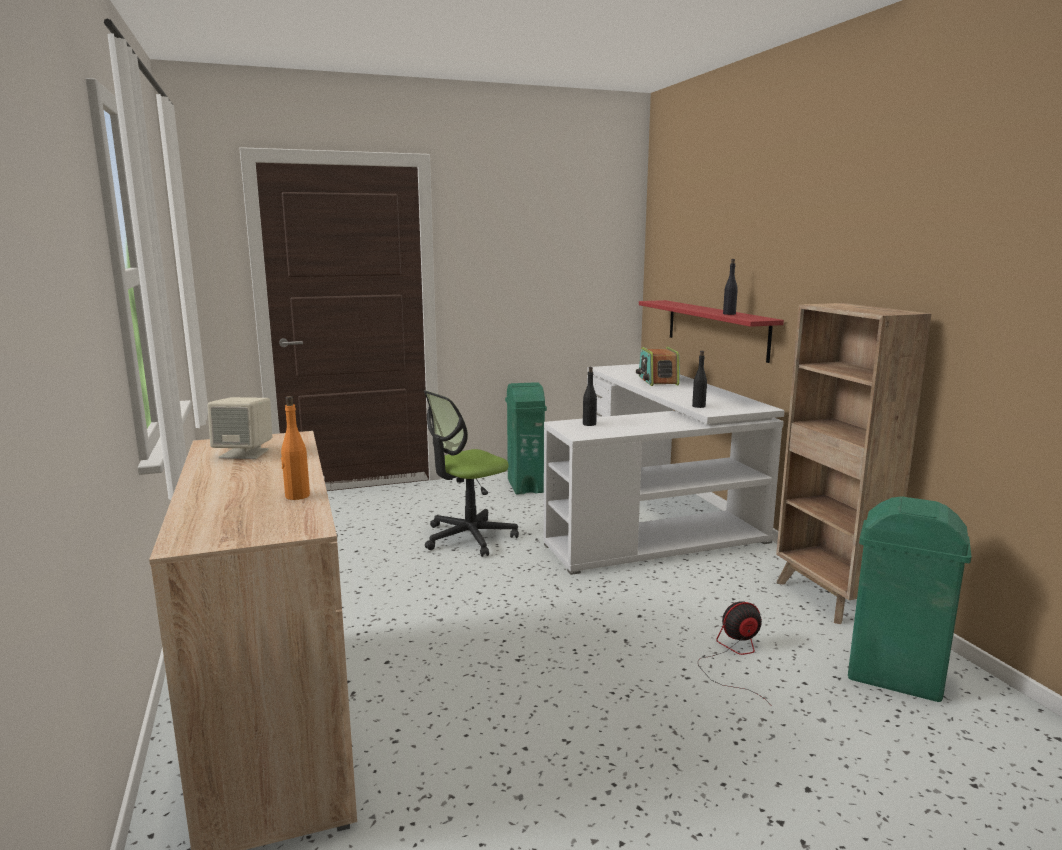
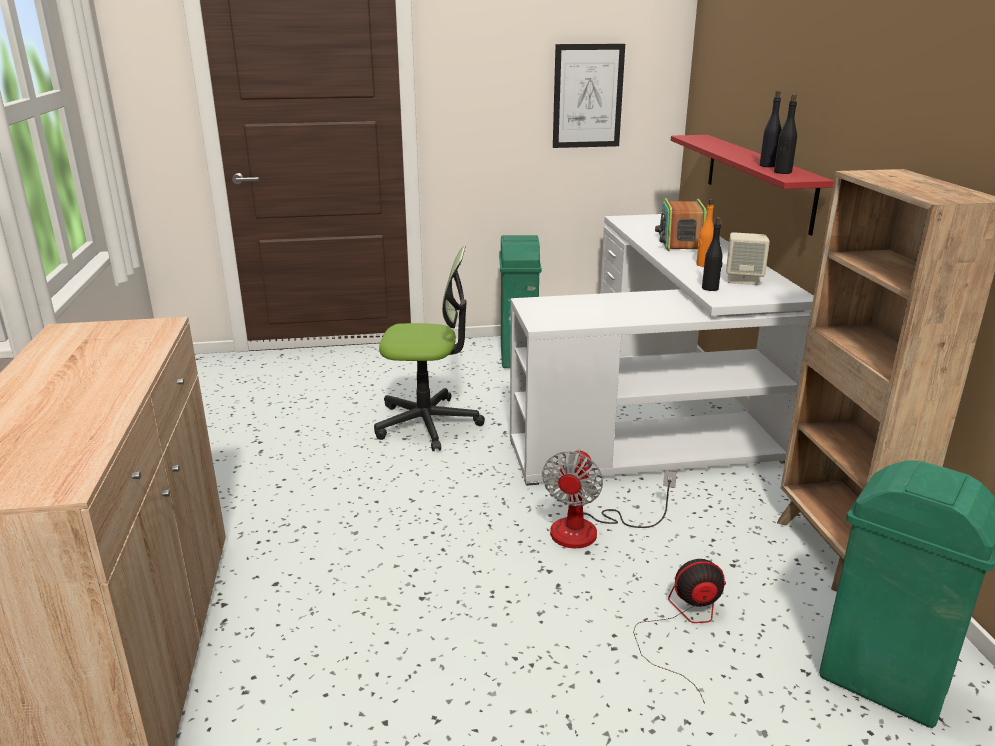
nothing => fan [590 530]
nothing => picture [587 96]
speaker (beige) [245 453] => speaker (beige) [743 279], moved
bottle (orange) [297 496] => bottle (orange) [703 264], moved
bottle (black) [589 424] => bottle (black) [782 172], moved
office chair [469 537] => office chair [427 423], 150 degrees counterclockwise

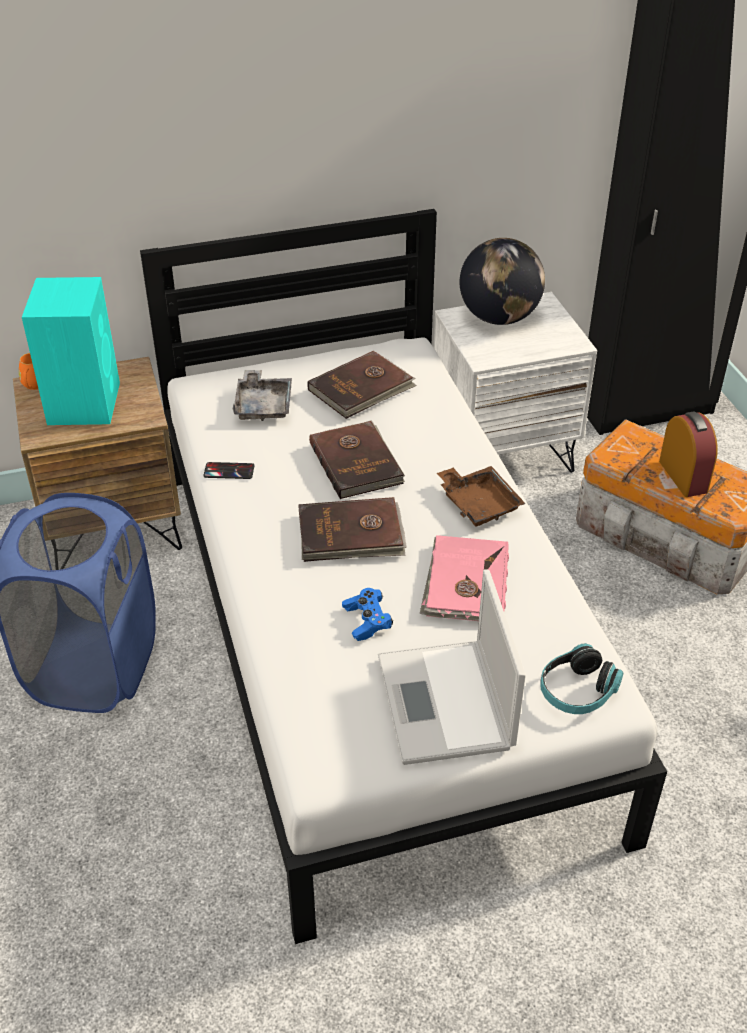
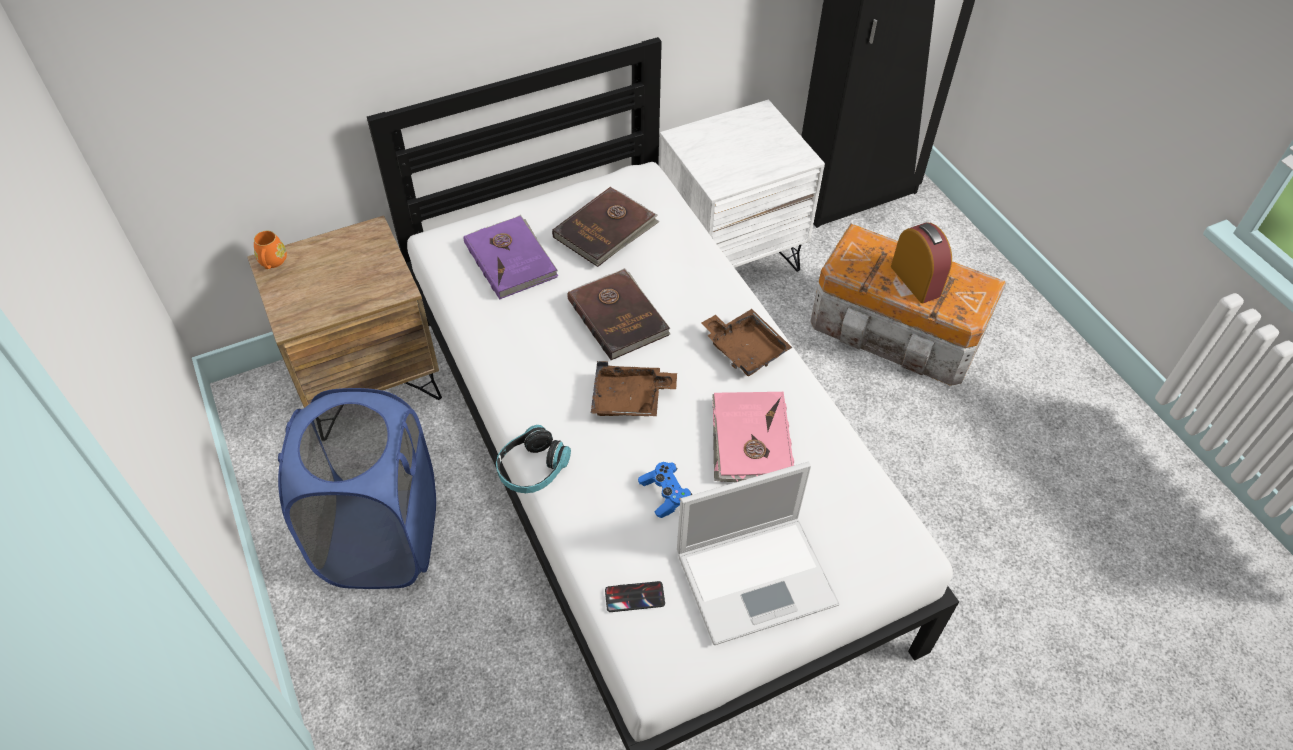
speaker (turquoise) [84 402] => nothing
globe [499 318] => nothing
phone [229 471] => phone [634 597], moved
headphones [577 691] => headphones [532 468], moved
tray (grey) [263 405] => book (purple) [511 259]
book (brown) [351 535] => tray (brown) [630 399]
laptop [446 704] => laptop [758 577], 90 degrees counterclockwise

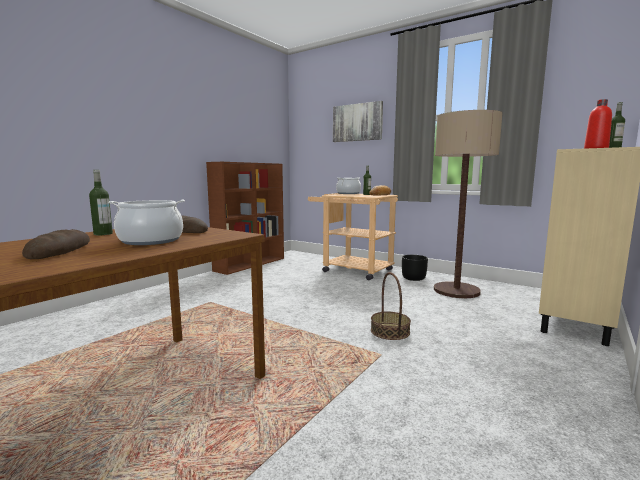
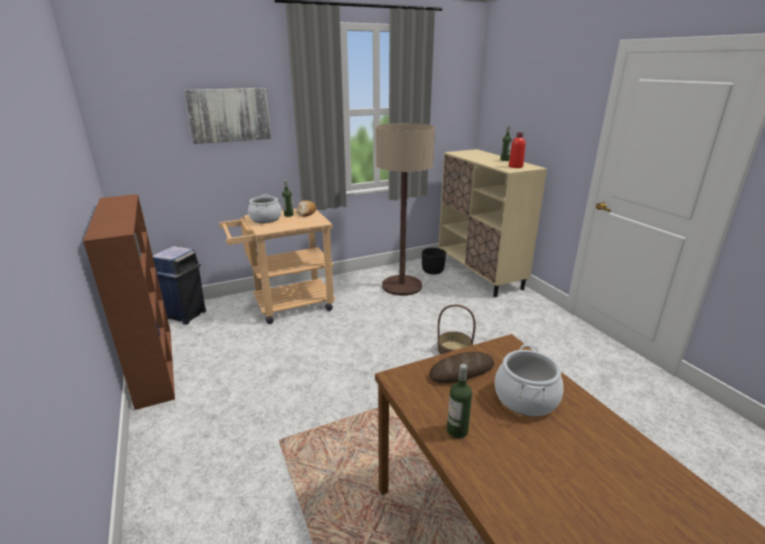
bread [59 250] => nothing
nothing => trash can (blue) [185 314]
planter (black) [414 278] => planter (black) [433 271], moved

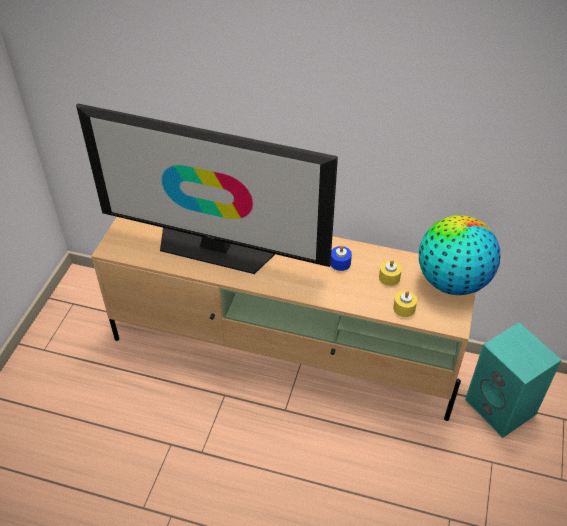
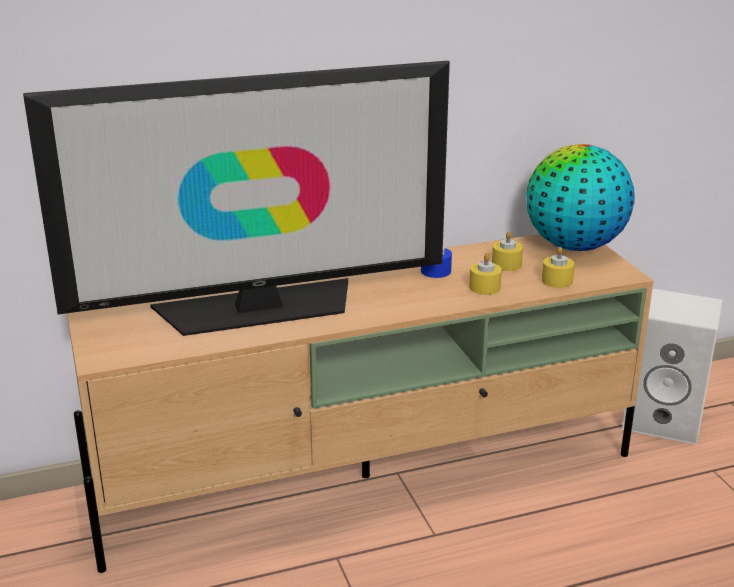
nothing => candle (yellow) [484 287]
speaker (turquoise) [502 407] => speaker (white) [665 419]

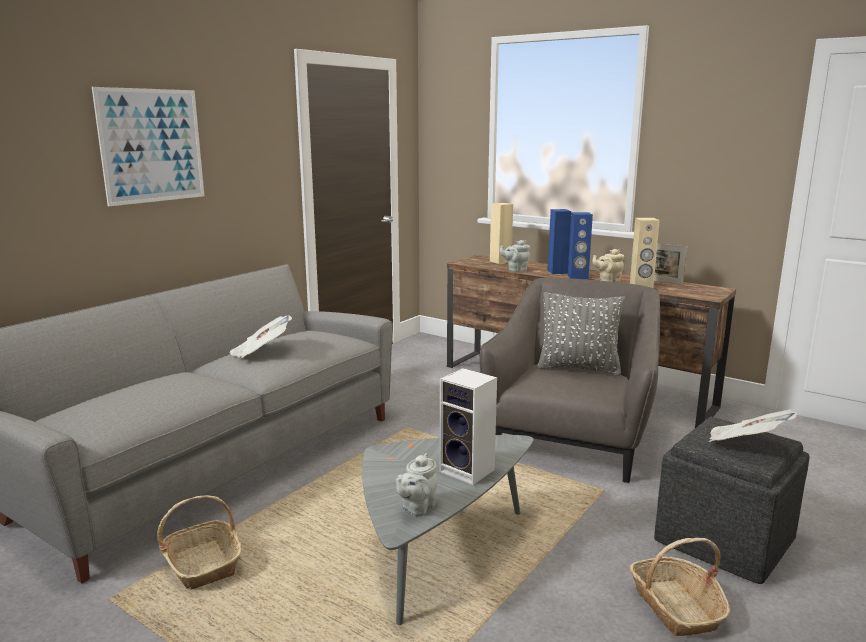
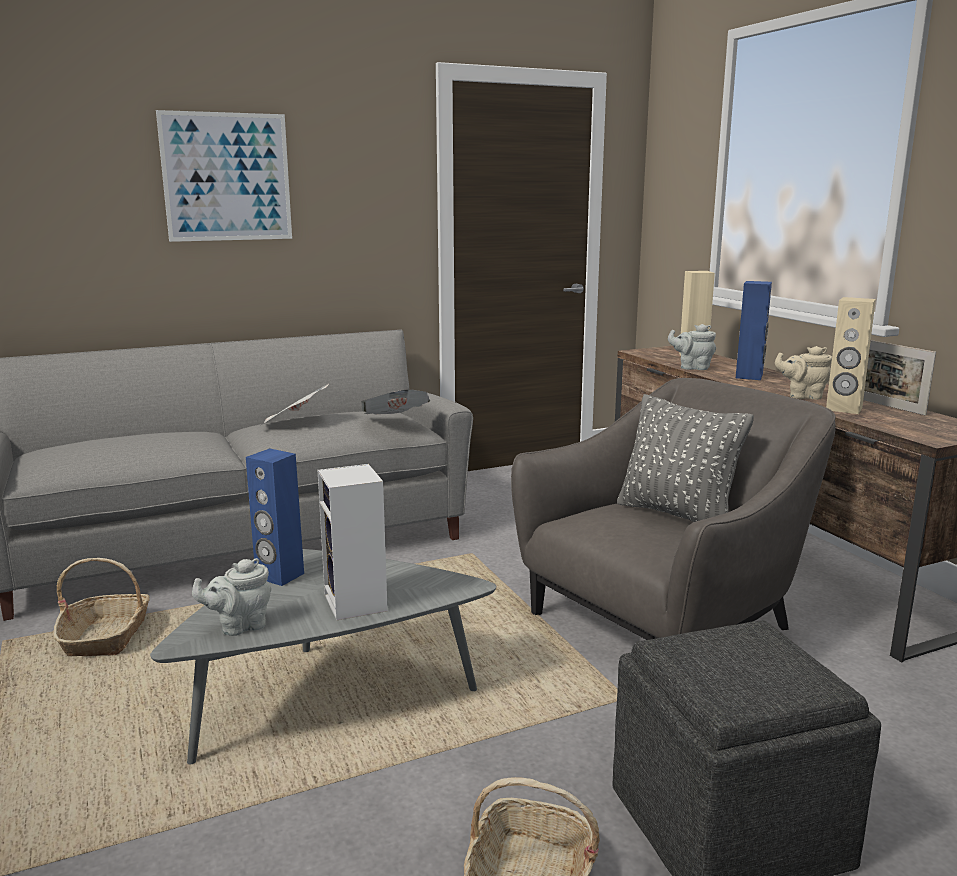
speaker (blue) [578 277] => speaker (blue) [279 576], moved
newspaper [745 445] => newspaper [395 422], moved

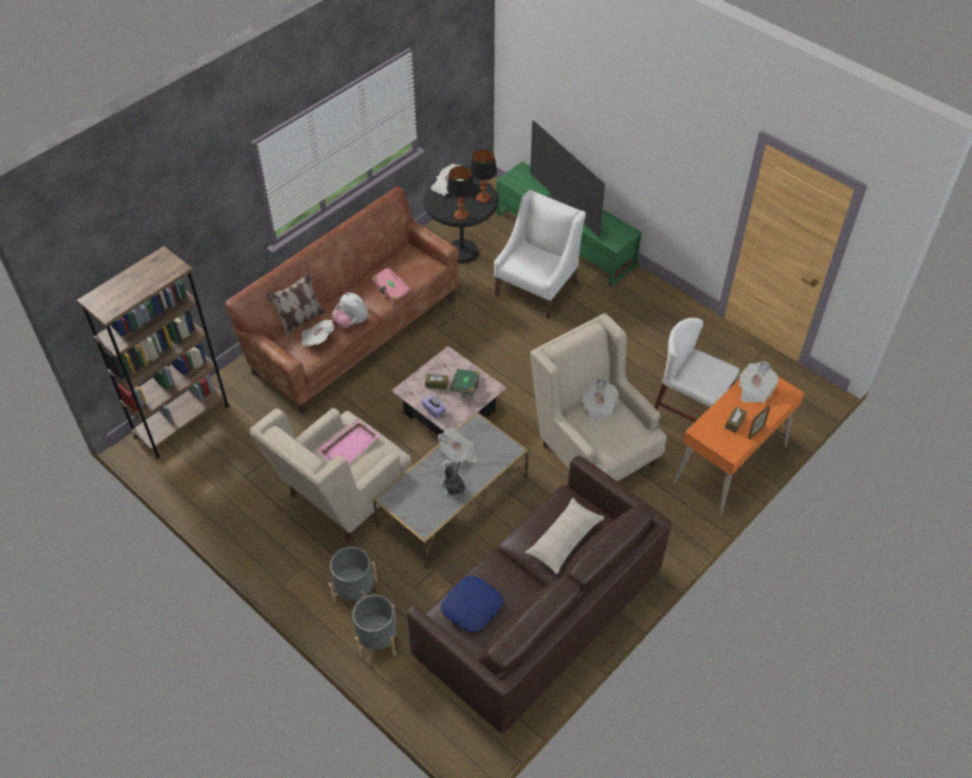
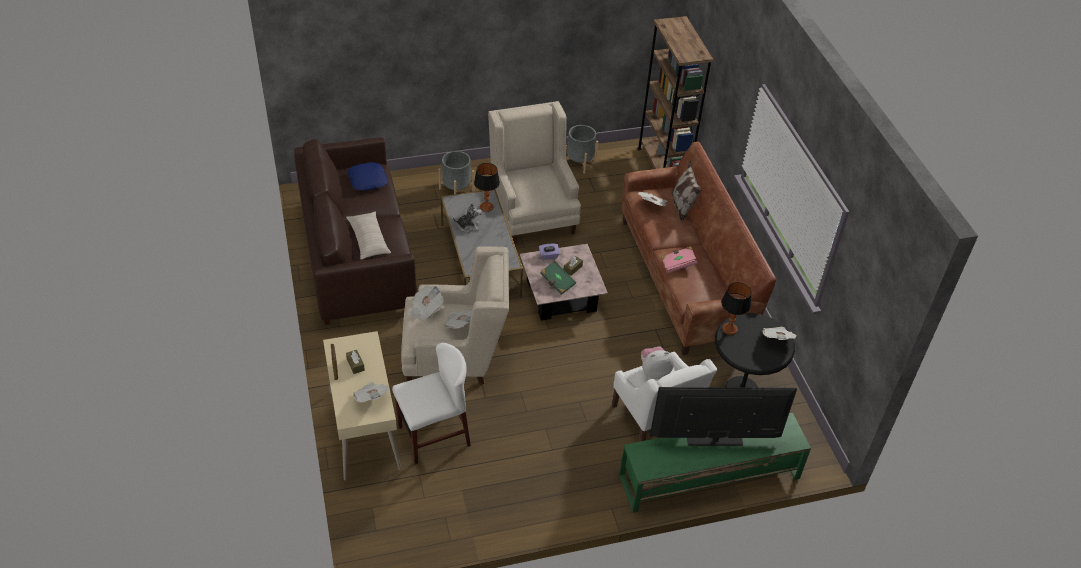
tray (pink) [350 445] => nothing
plush toy [351 322] => plush toy [654 371], moved
planter (grey) [377 639] => planter (grey) [579 162], moved
newspaper [458 453] => newspaper [425 309], moved
table lamp [483 198] => table lamp [486 207], moved
desk (orange) [730 464] => desk (beige) [364 430]

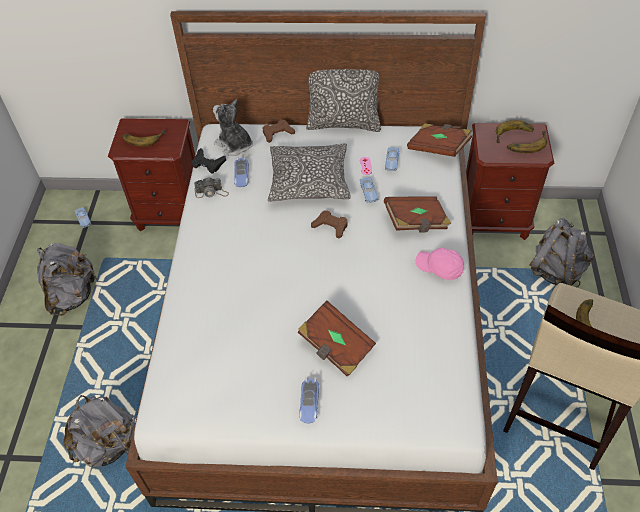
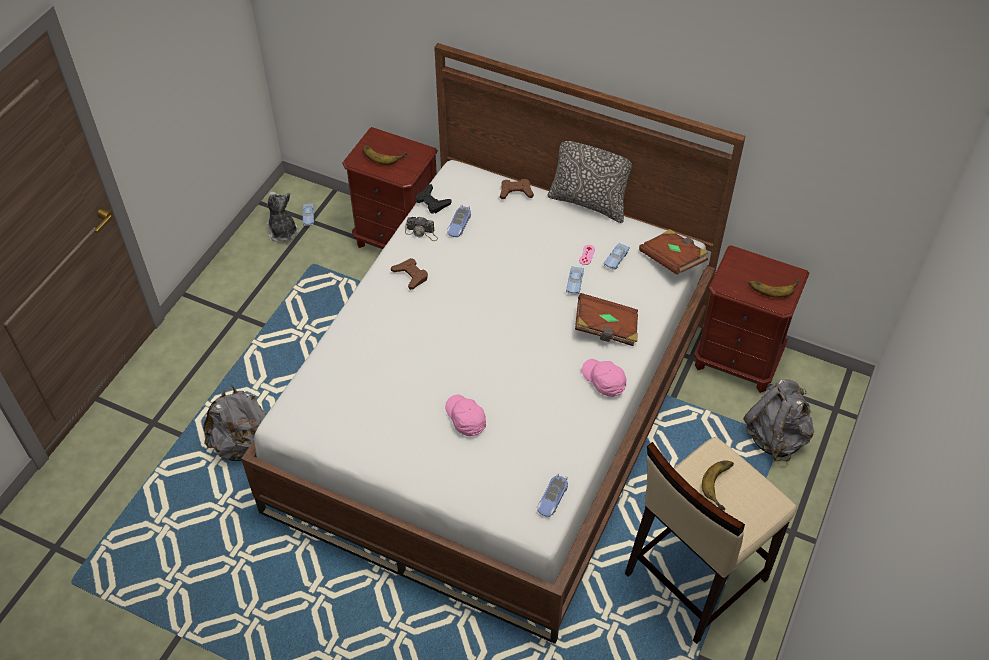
backpack (grey) [72 295] => nothing
pillow [309 181] => nothing
banana [514 136] => nothing
plush toy [234 145] => plush toy [282 231], moved
toy car [309 403] => toy car [552 498], moved
game controller (brown) [330 226] => game controller (brown) [410 275], moved
book (brown) [336 346] => cap (pink) [465 419]

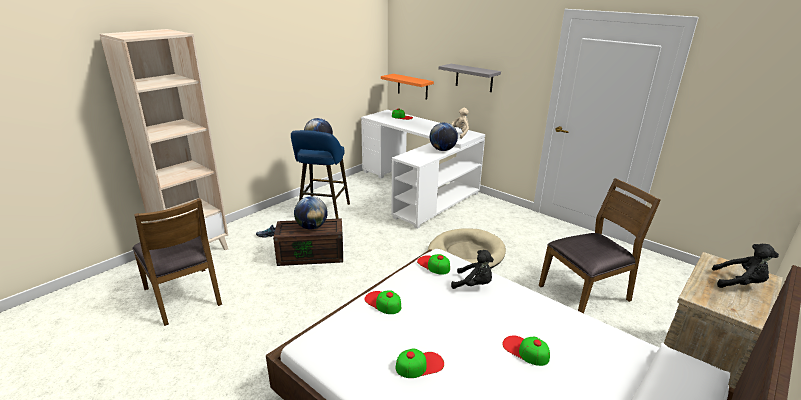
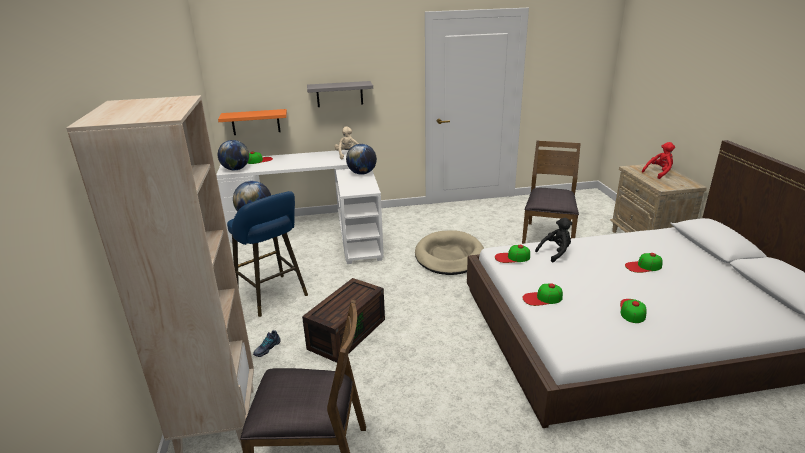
globe [311 227] => globe [235 169], moved
plush toy (black) [739 283] => plush toy (red) [659 173]

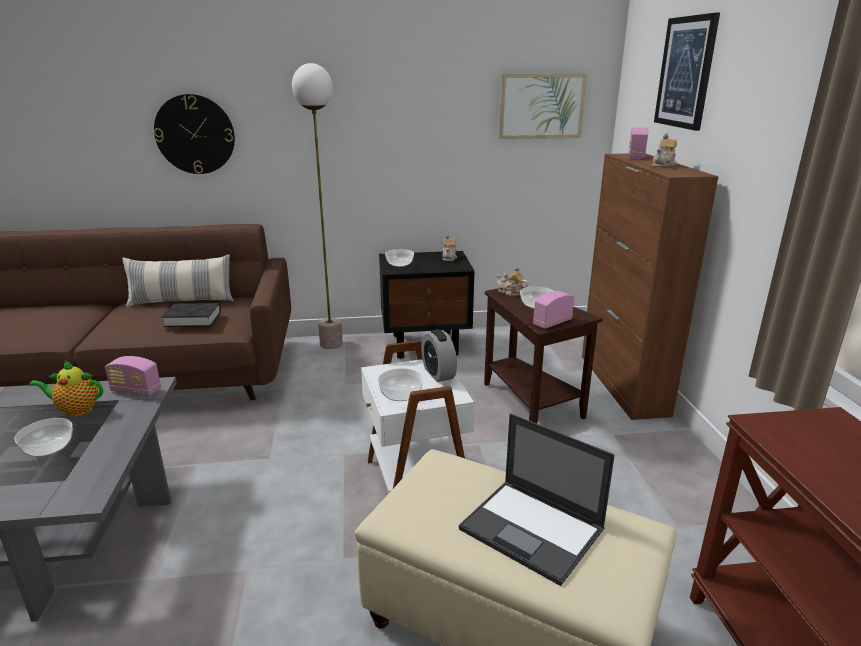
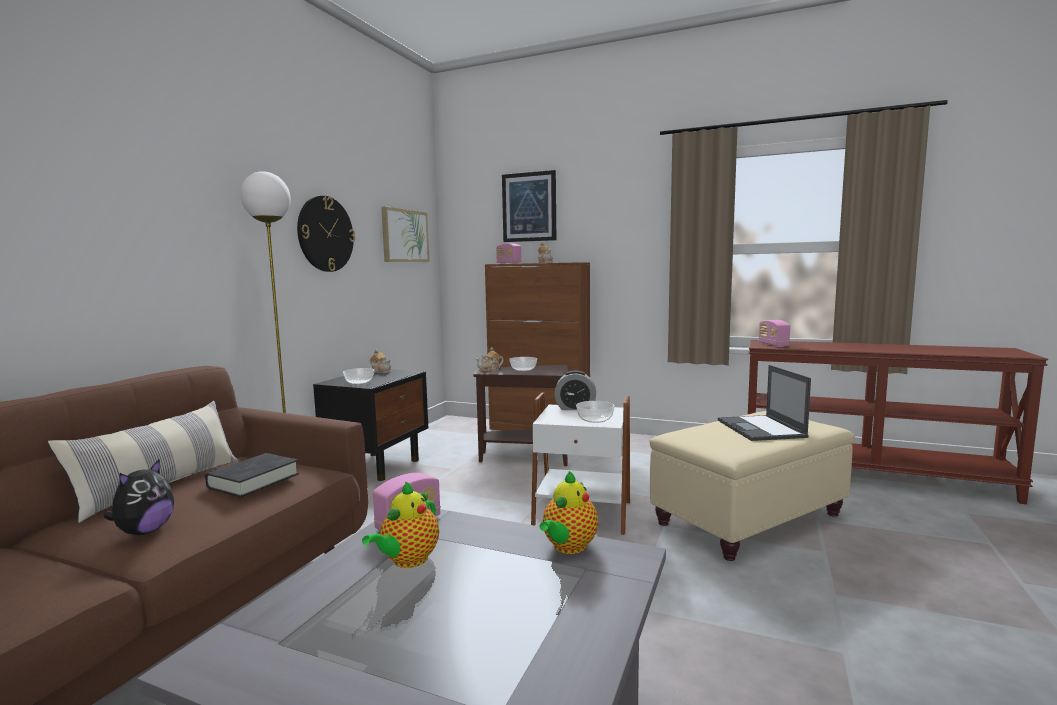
bowl [48 448] => nothing
nothing => plush toy [144 531]
nothing => teapot [568 547]
wall clock [195 134] => wall clock [325 234], moved
radio [552 323] => radio [773 345], moved
laptop [533 530] => laptop [761 429], 105 degrees clockwise

